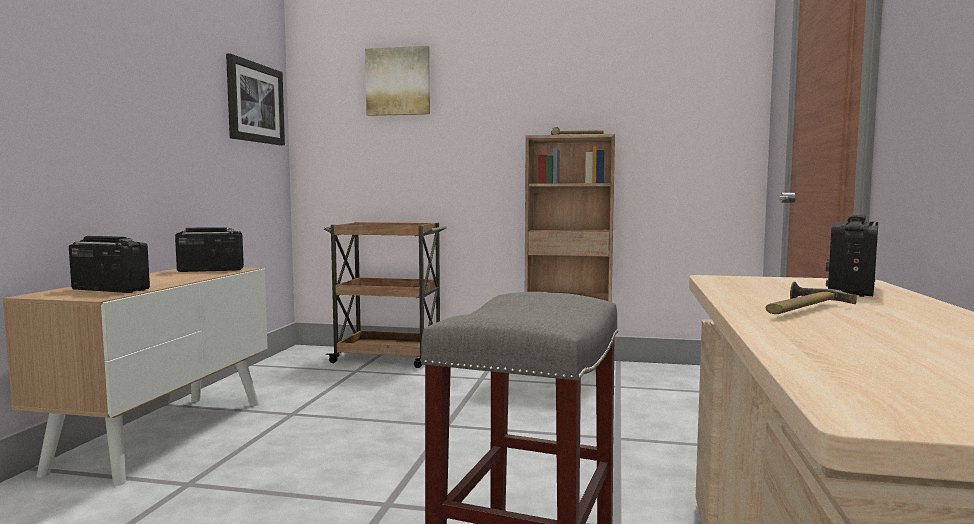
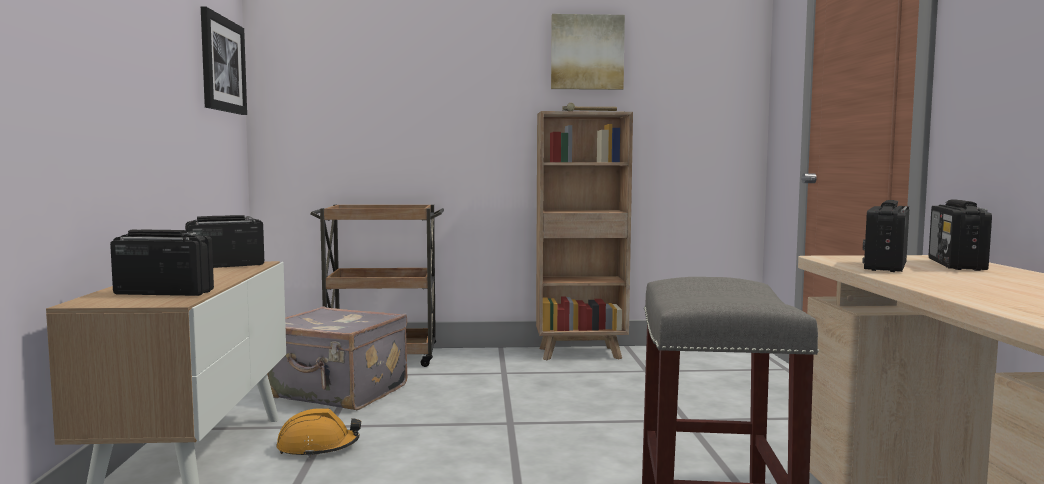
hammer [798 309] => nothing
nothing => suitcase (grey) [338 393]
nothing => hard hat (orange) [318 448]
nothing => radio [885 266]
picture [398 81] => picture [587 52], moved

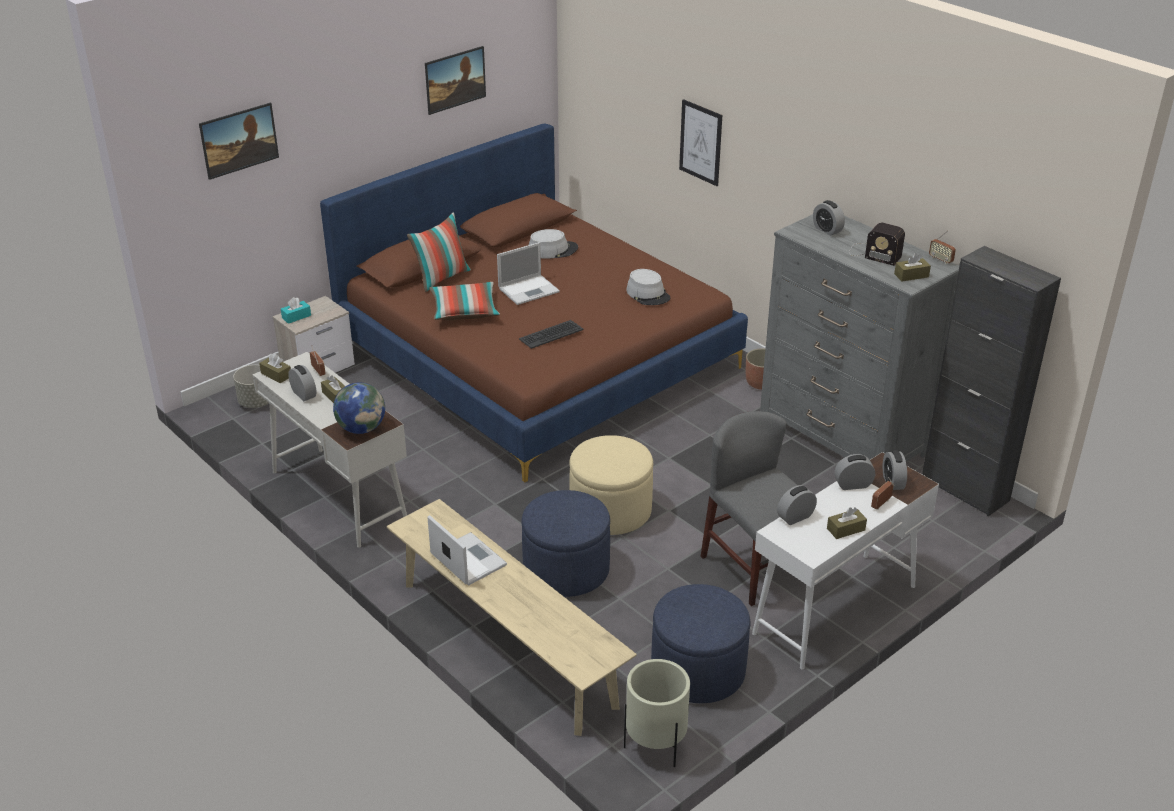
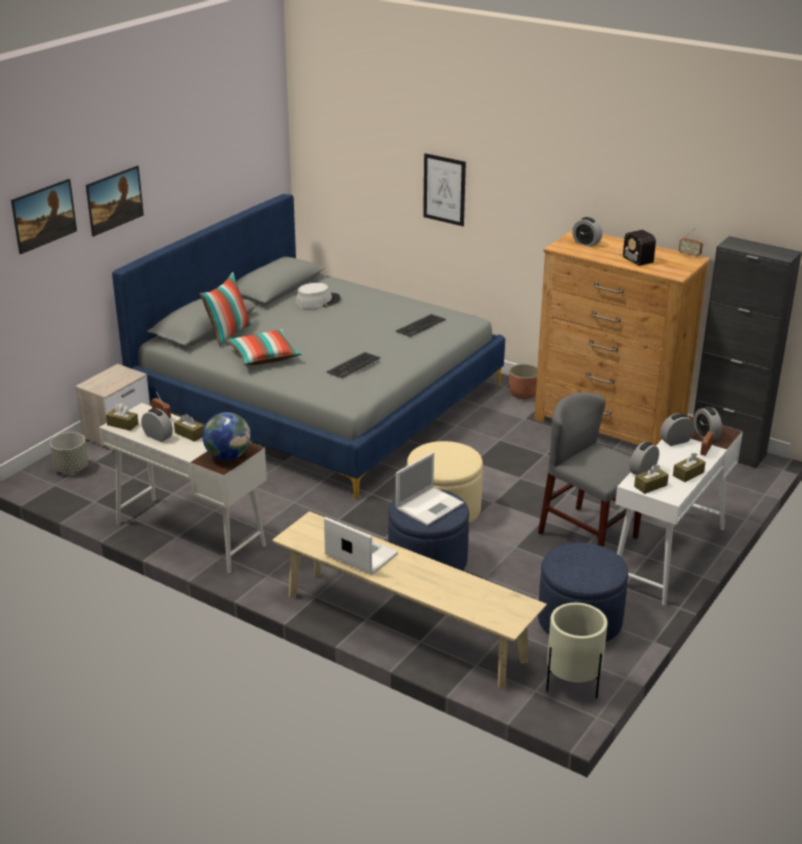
tissue box (turquoise) [296 316] => nothing
picture [456 92] => picture [116 213], moved
laptop [529 290] => laptop [430 505], moved
tissue box (brown) [911 275] => tissue box (brown) [650 486], moved
hat (grey) [648 294] => keyboard [420 325]
bed (brown) [538 357] => bed (grey) [319 398]
dresser (grey) [842 435] => dresser (brown) [609 425]
radio [873 253] => radio [633 256], 45 degrees clockwise

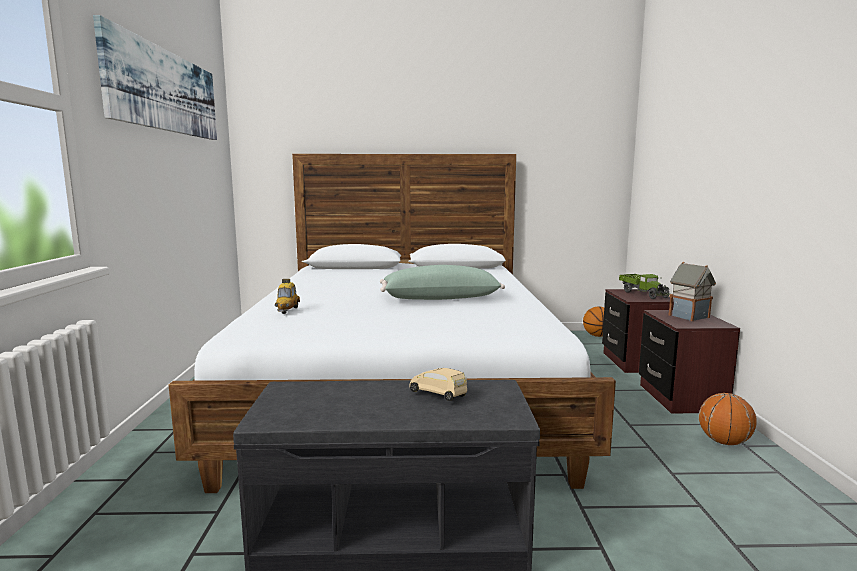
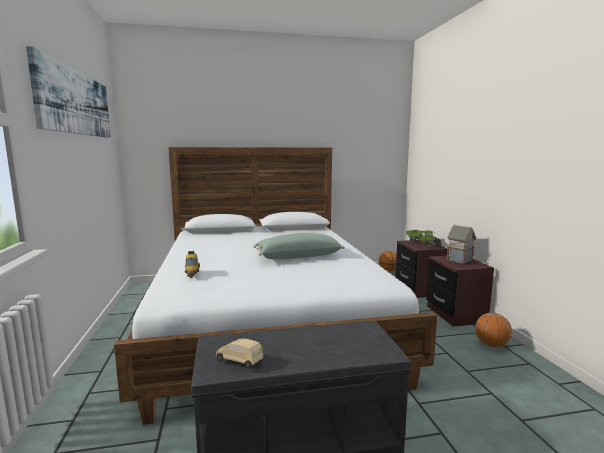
toy car (beige) [438 395] => toy car (beige) [240 361], moved

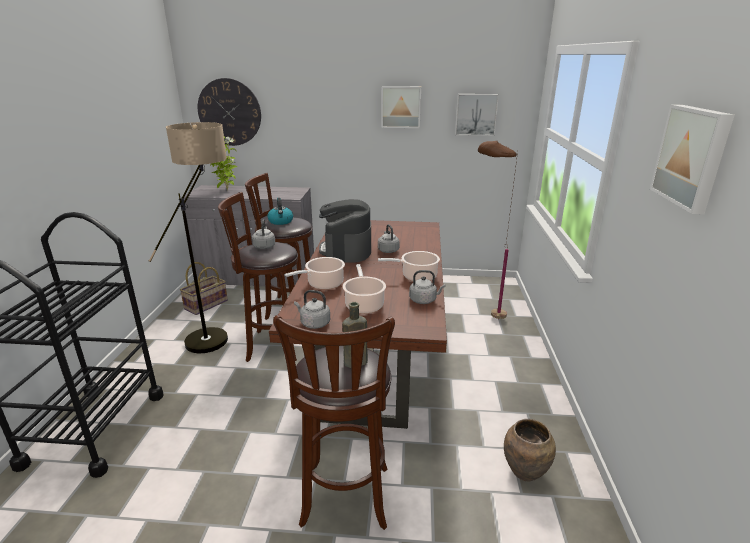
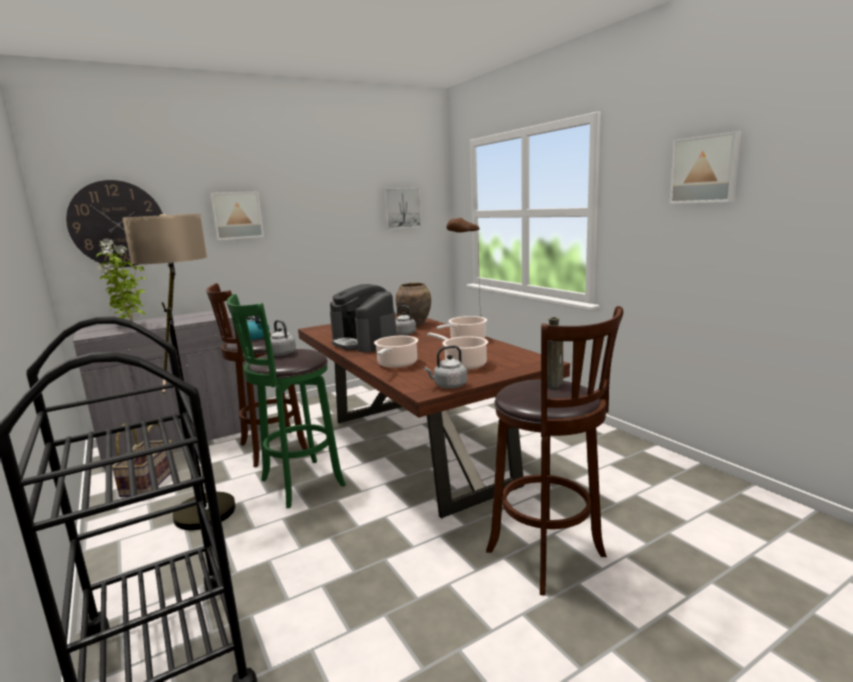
kettle (grey) [424 300] => nothing
picture [401 107] => picture [237 215], moved
vase (brown) [525 472] => vase (brown) [415 324], moved
stool (brown) [271 345] => stool (green) [298 484]

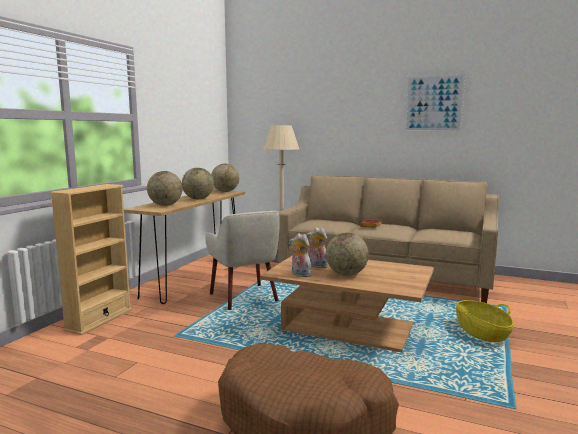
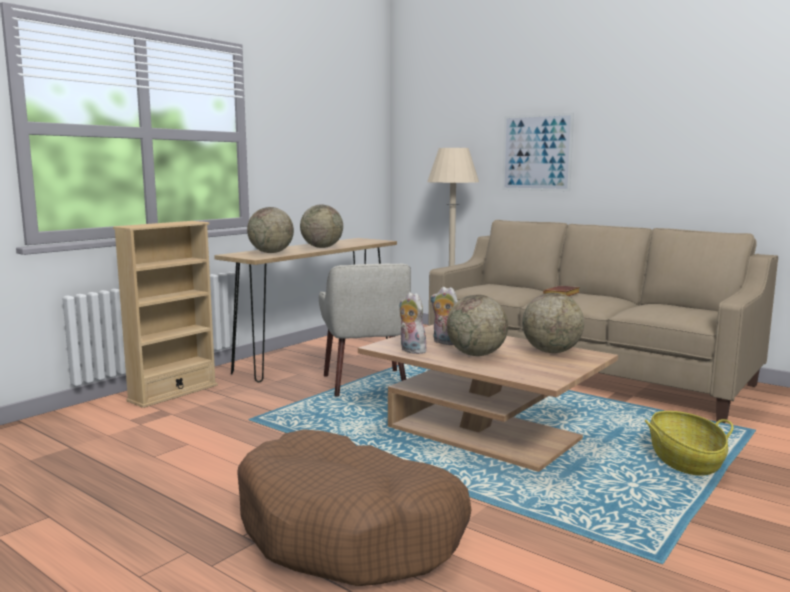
globe [225 191] => globe [551 351], moved
picture [433 103] => picture [536 152], moved

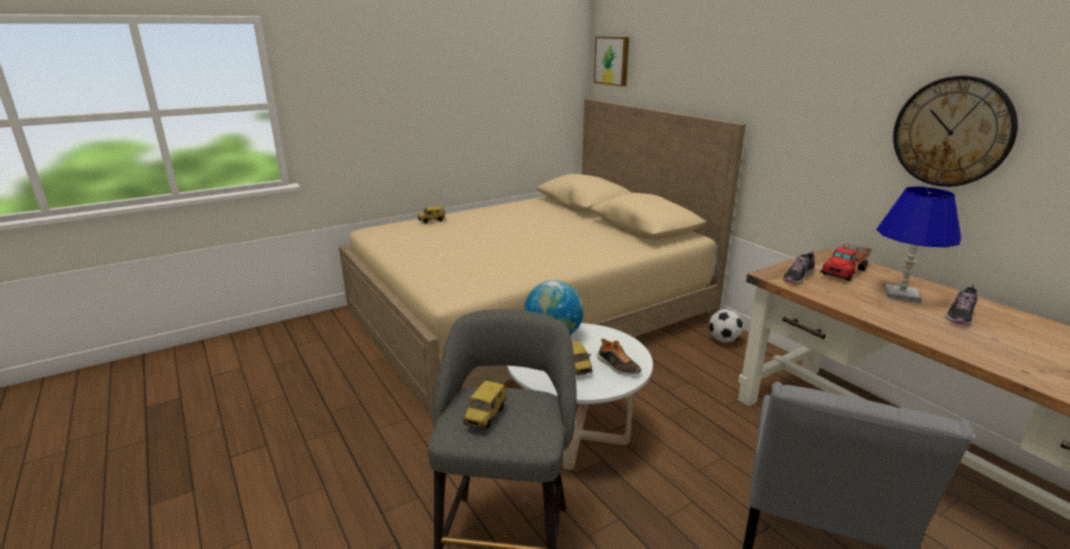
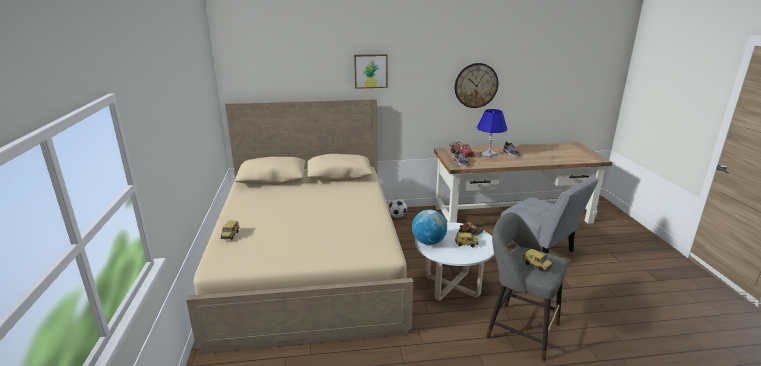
picture [612 60] => picture [370 71], moved

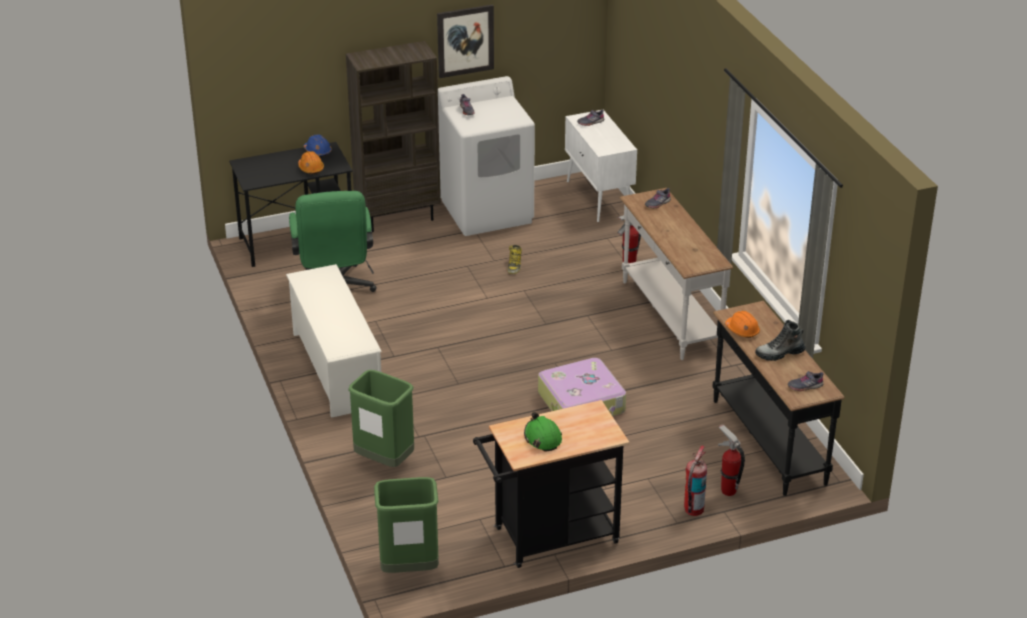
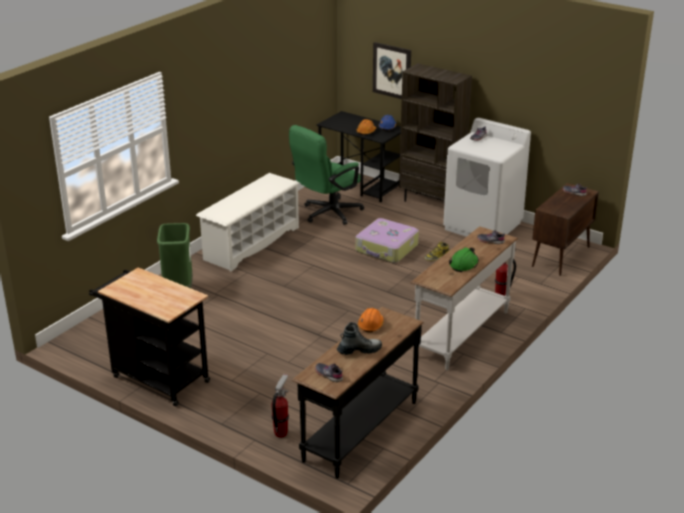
trash can (green) [409 569] => nothing
fire extinguisher [693 509] => nothing
picture [465 40] => picture [392 71], moved
hard hat (green) [542 438] => hard hat (green) [464 264], moved
suitcase [582 403] => suitcase [387 248], moved
cabinet (white) [599 199] => cabinet (brown) [560 257]
boot [779 353] => boot [359 350], 120 degrees clockwise

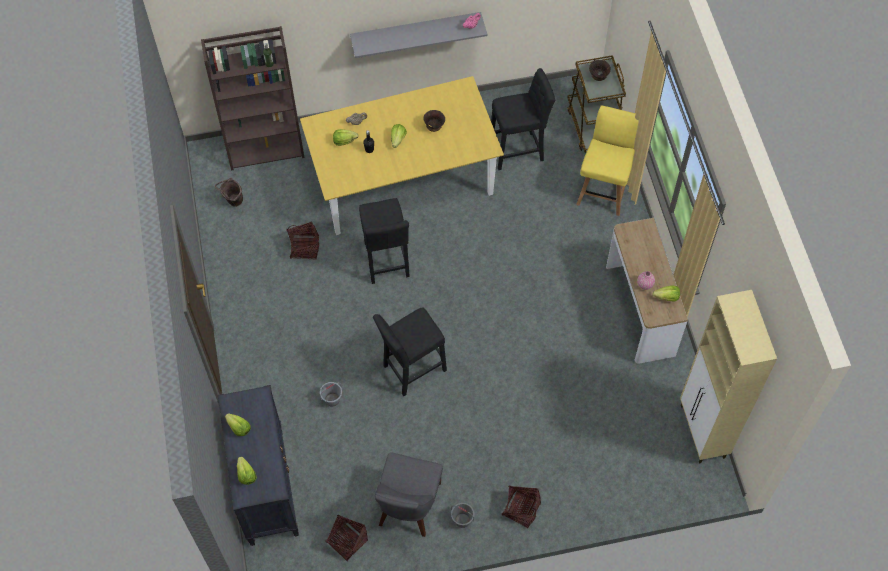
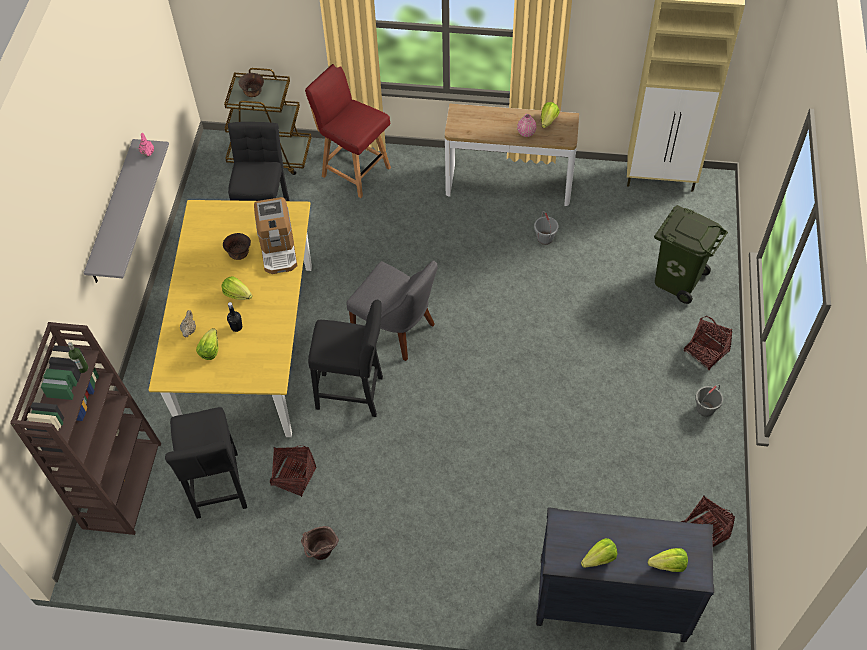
nothing => coffee machine [278 249]
nothing => trash can (green) [677 279]
bucket (brown) [233 202] => bucket (brown) [321 555], moved
bucket (grey) [332 400] => bucket (grey) [545 238], moved
stool (black) [412 370] => stool (black) [218 489], moved
chair (grey) [408 507] => chair (grey) [396 330], moved
chair (yellow) [603 191] => chair (red) [355 171]

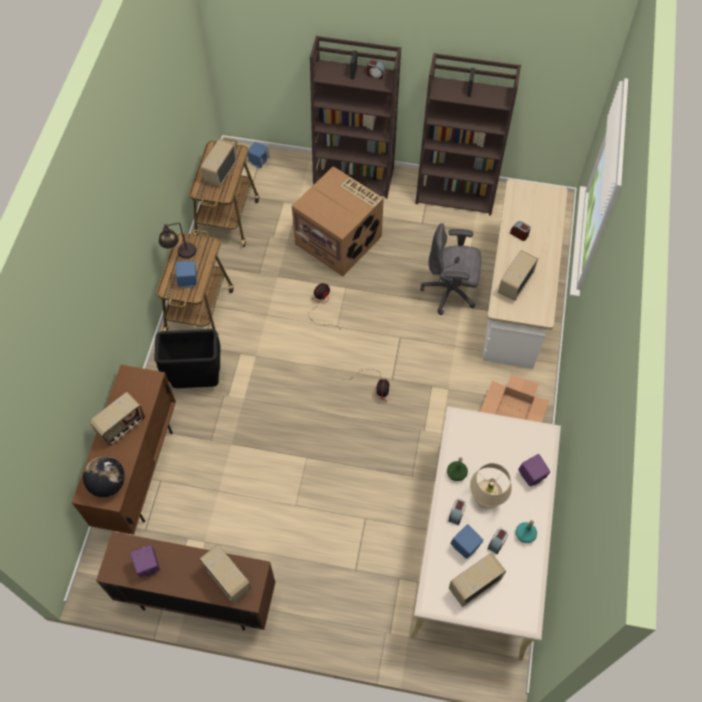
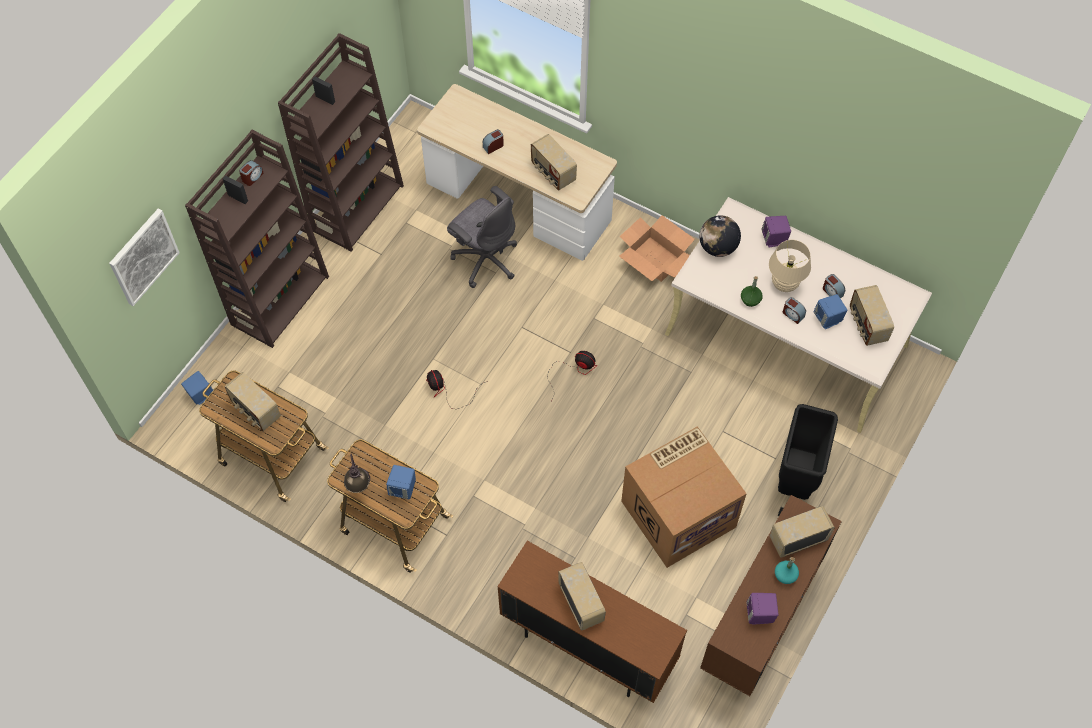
nothing => picture [143 256]
globe [108 483] => globe [717 247], moved
trash can (black) [197 382] => trash can (black) [796 479], moved
cardboard box [339 240] => cardboard box [678 512], moved
bottle (turquoise) [525 535] => bottle (turquoise) [785 575], moved
office chair (grey) [450 291] => office chair (grey) [485 259], 75 degrees counterclockwise

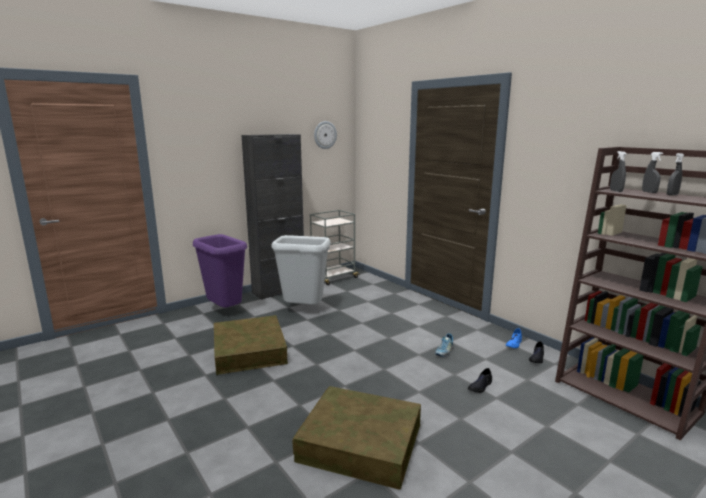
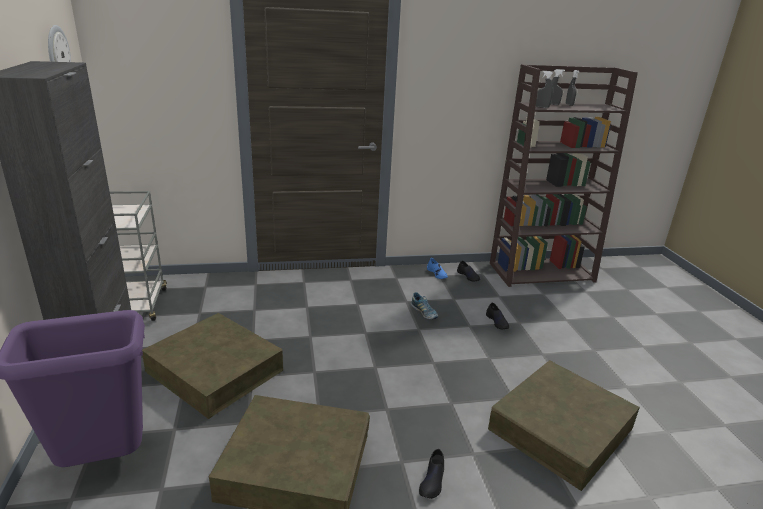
nothing => shoe (black) [432 480]
trash can (grey) [303 310] => storage box (brown) [214 371]

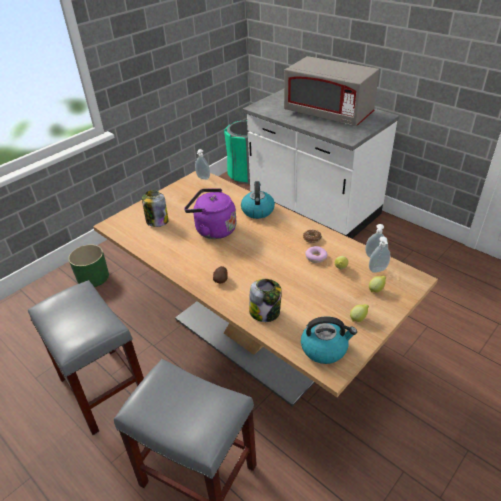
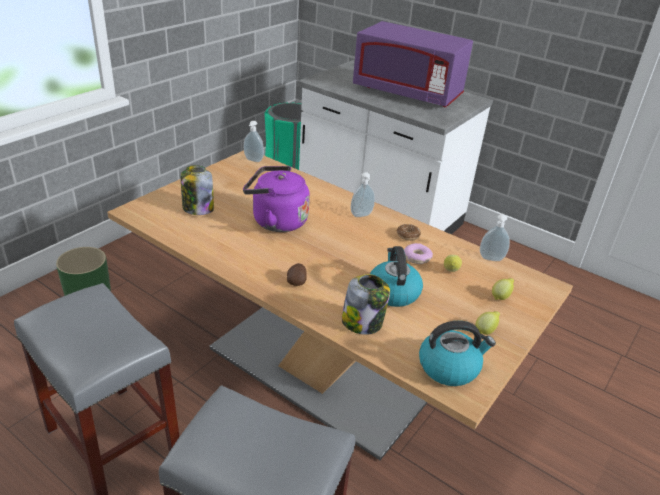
kettle [257 210] => kettle [393 292], moved
soap dispenser [378 270] => soap dispenser [362 215], moved
microwave (grey) [328 114] => microwave (purple) [407 93]

